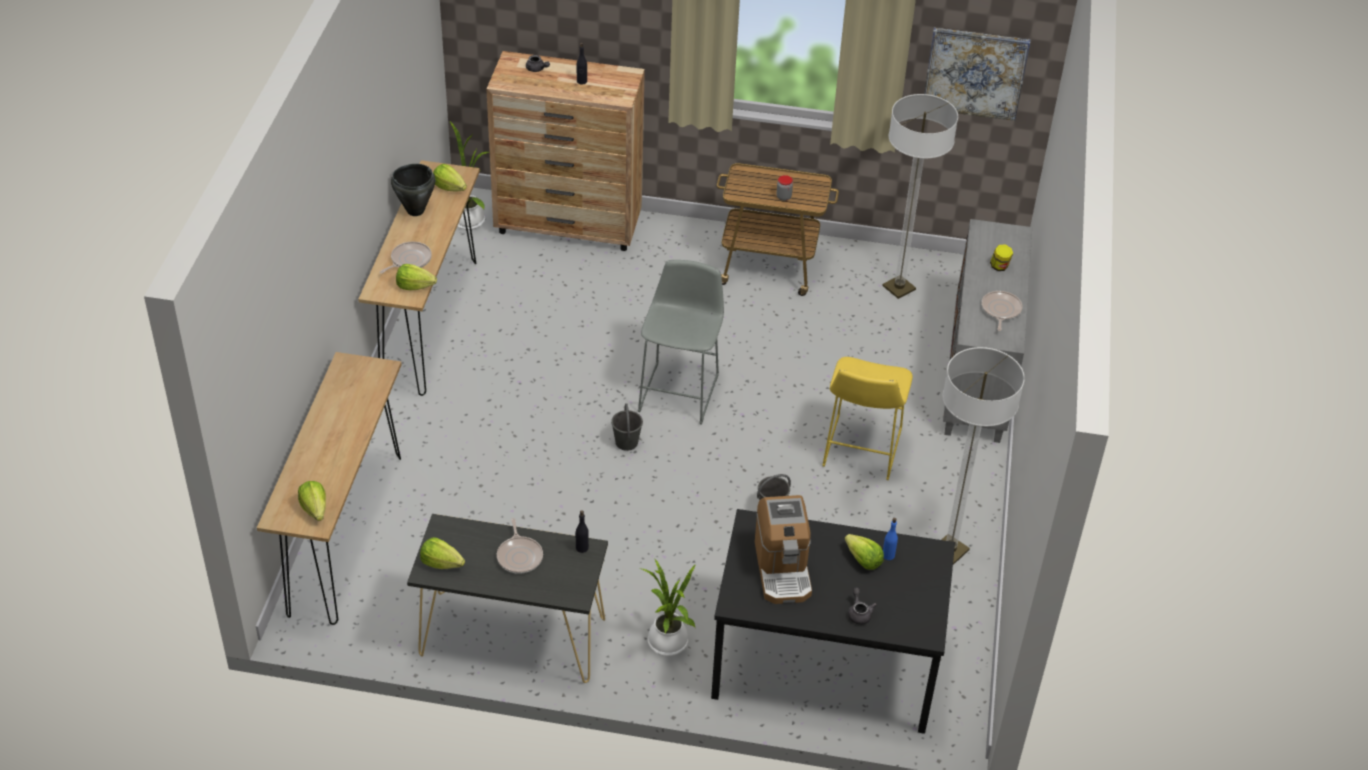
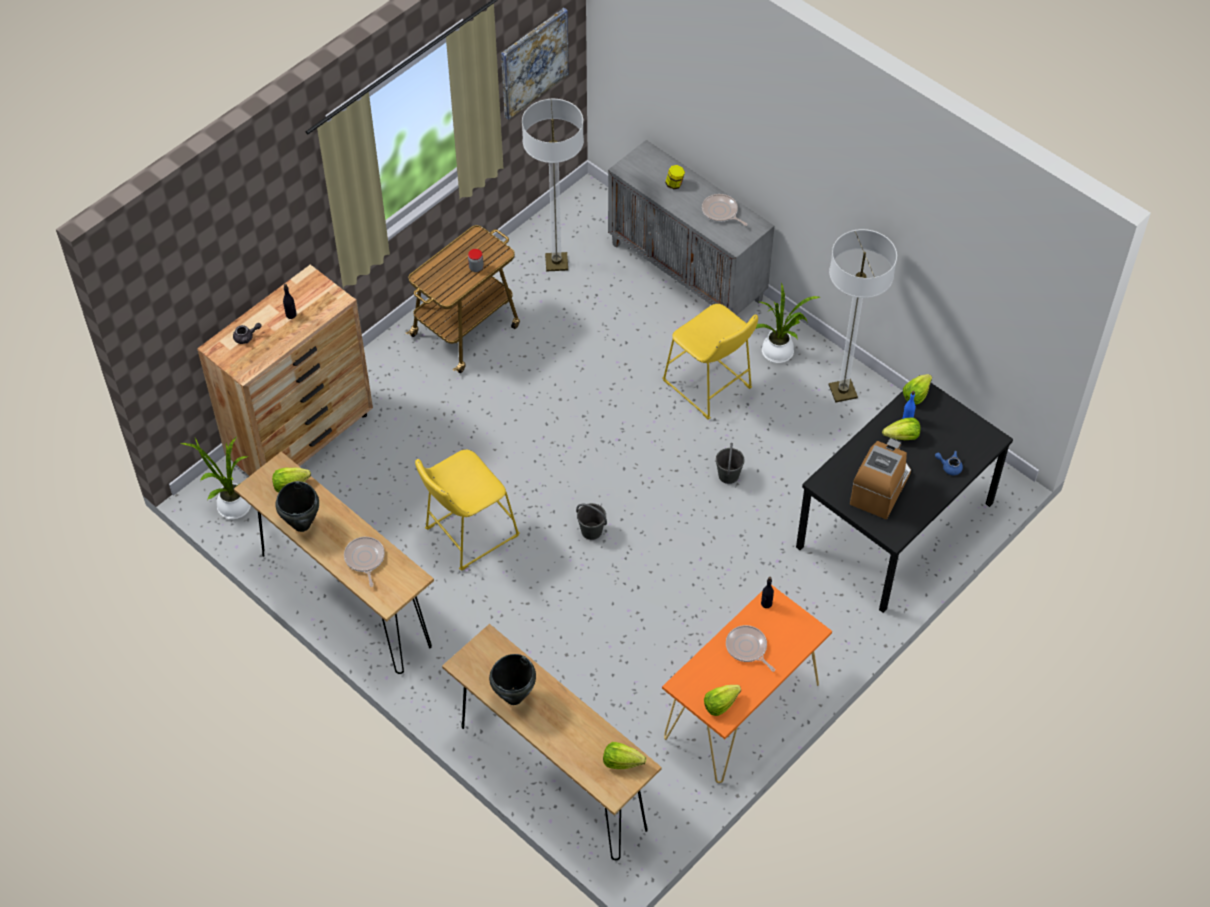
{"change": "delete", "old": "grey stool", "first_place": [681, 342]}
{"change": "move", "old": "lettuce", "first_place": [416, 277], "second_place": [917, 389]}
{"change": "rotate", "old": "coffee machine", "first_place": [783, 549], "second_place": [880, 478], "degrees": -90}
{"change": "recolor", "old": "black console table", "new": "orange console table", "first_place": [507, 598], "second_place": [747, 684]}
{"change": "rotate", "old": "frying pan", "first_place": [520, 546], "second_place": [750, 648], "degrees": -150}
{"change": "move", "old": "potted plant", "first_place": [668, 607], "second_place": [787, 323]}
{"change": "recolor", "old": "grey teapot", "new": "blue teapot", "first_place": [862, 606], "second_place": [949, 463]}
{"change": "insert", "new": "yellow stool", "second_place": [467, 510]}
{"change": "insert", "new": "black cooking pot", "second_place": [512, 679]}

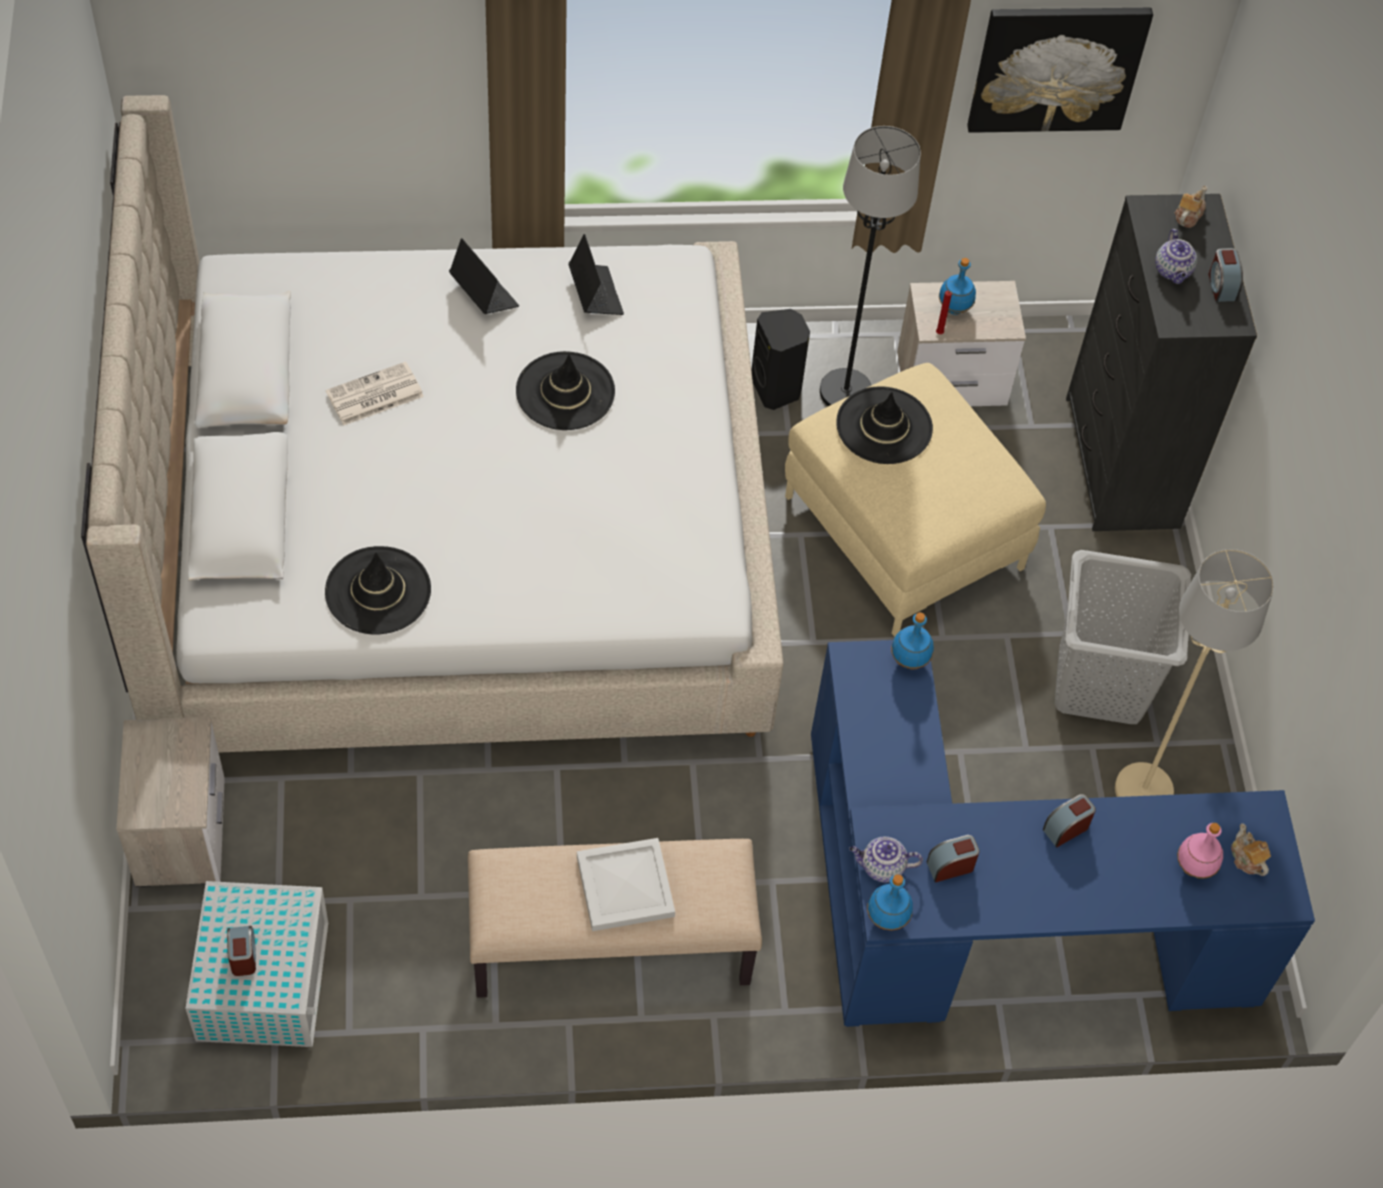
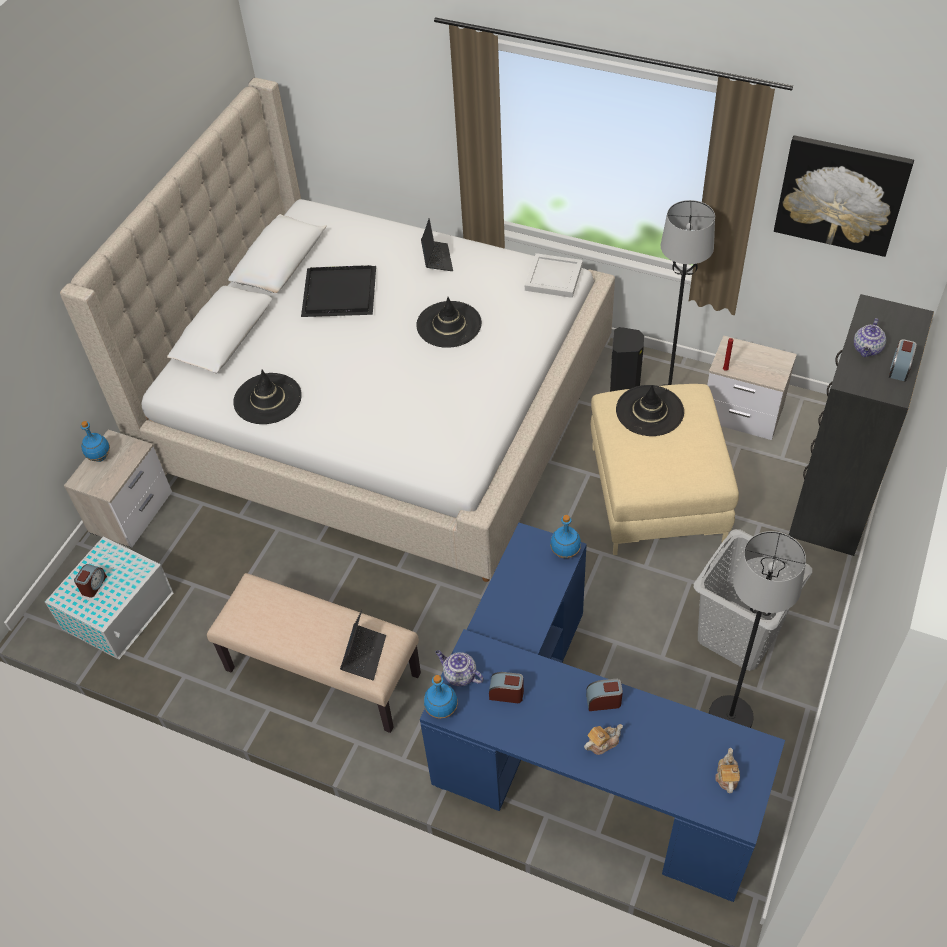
{"change": "move", "old": "teapot", "first_place": [1191, 207], "second_place": [603, 739]}
{"change": "move", "old": "laptop", "first_place": [596, 274], "second_place": [363, 645]}
{"change": "move", "old": "blue bottle", "first_place": [957, 286], "second_place": [95, 441]}
{"change": "replace", "old": "newspaper", "new": "black tray", "first_place": [375, 394], "second_place": [338, 291]}
{"change": "recolor", "old": "beige floor lamp", "new": "black floor lamp", "first_place": [1194, 673], "second_place": [757, 629]}
{"change": "delete", "old": "pink bottle", "first_place": [1200, 851]}
{"change": "move", "old": "white tray", "first_place": [626, 884], "second_place": [554, 275]}

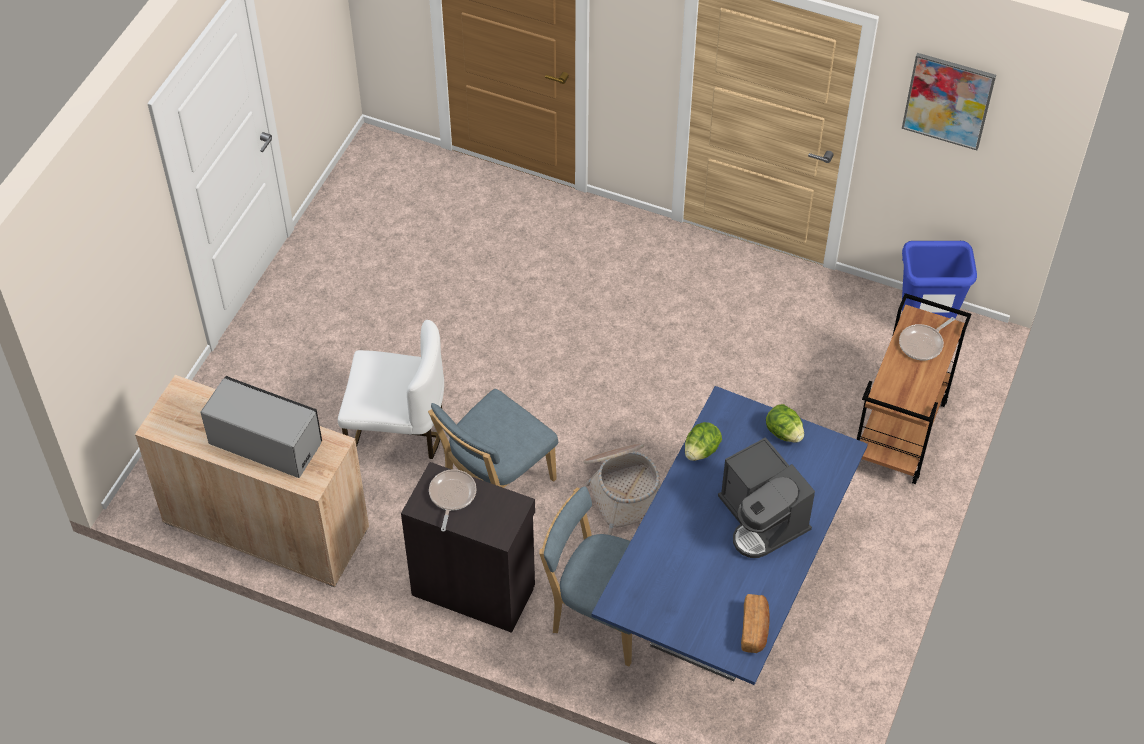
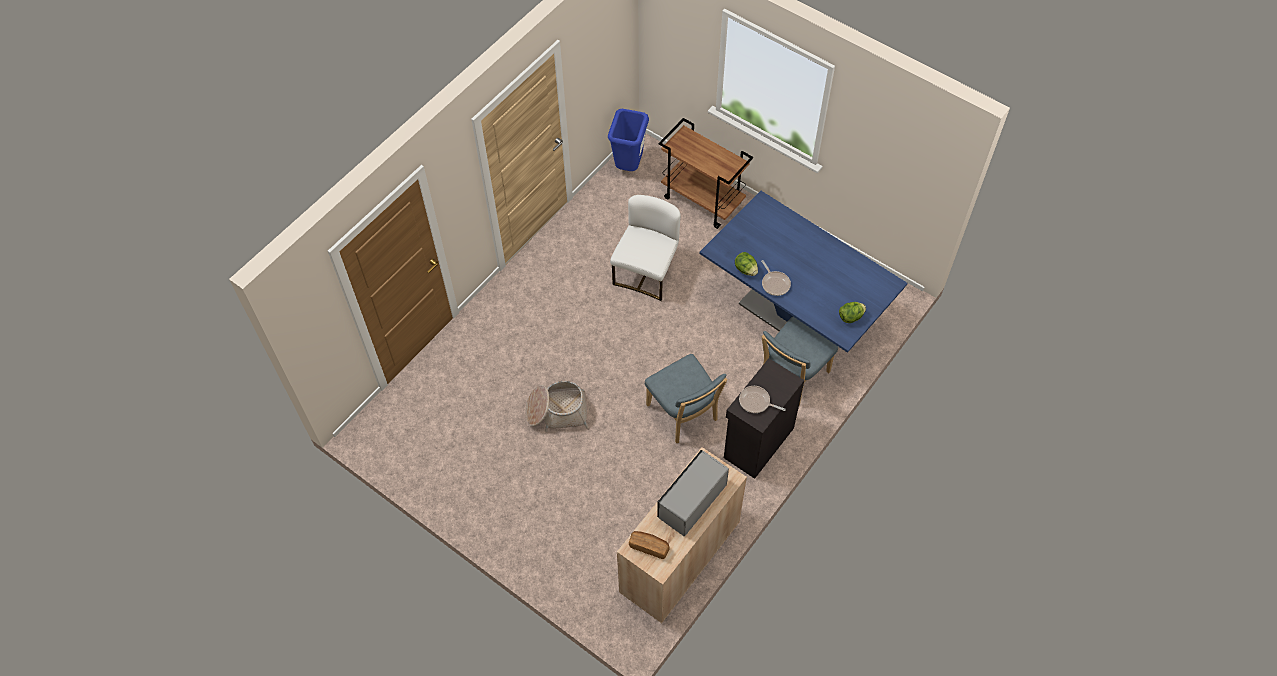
{"change": "delete", "old": "picture", "first_place": [949, 101]}
{"change": "move", "old": "frying pan", "first_place": [927, 339], "second_place": [776, 278]}
{"change": "move", "old": "white chair", "first_place": [391, 389], "second_place": [645, 248]}
{"change": "move", "old": "lettuce", "first_place": [785, 423], "second_place": [852, 312]}
{"change": "delete", "old": "coffee machine", "first_place": [766, 497]}
{"change": "move", "old": "basket", "first_place": [622, 489], "second_place": [557, 406]}
{"change": "move", "old": "bread", "first_place": [755, 623], "second_place": [649, 545]}

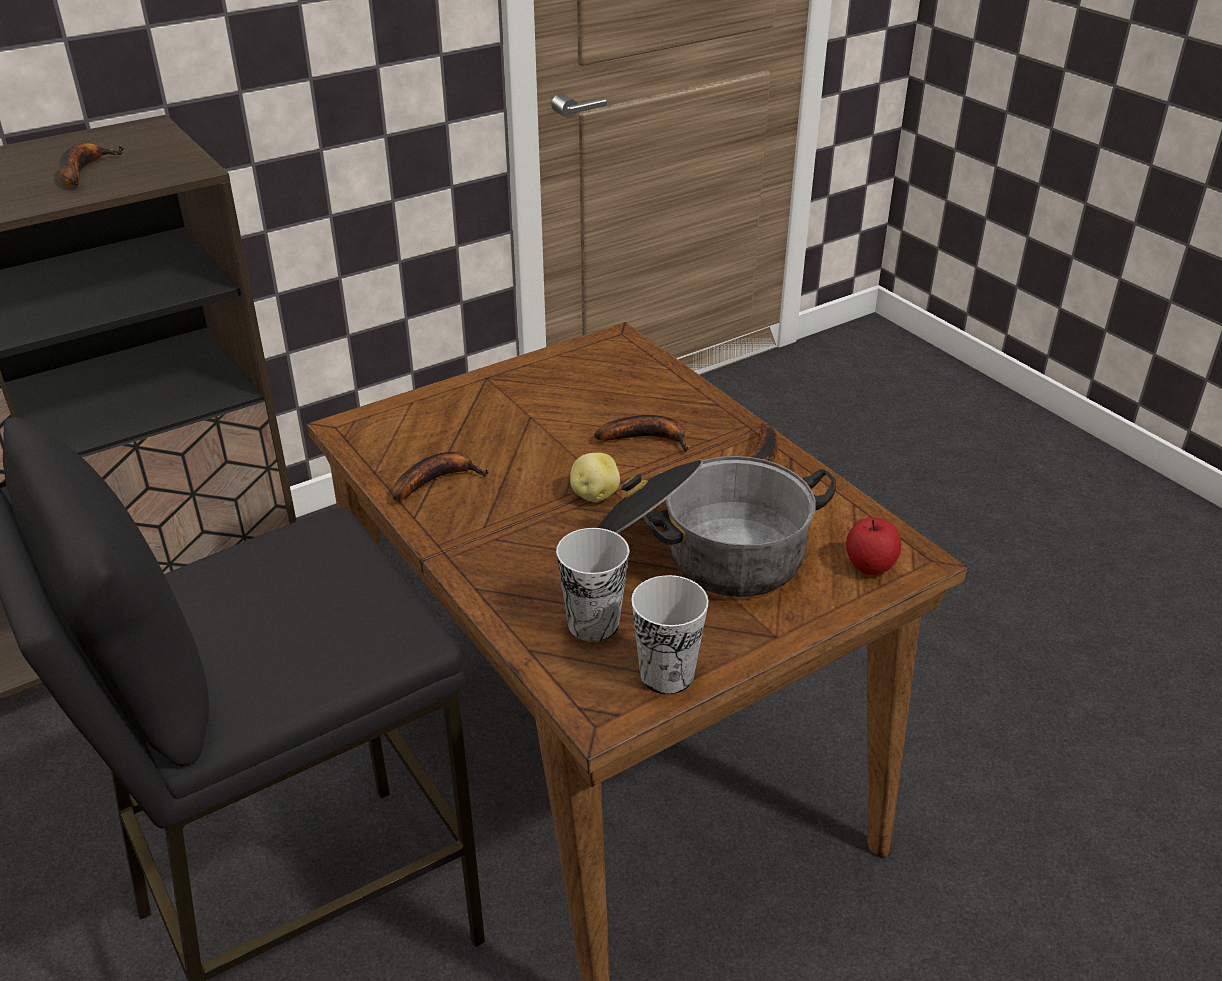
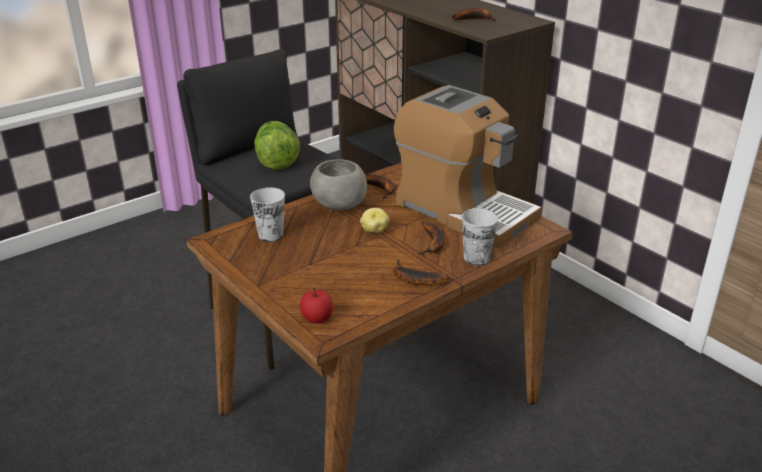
{"change": "delete", "old": "cooking pot", "first_place": [717, 526]}
{"change": "move", "old": "cup", "first_place": [670, 635], "second_place": [480, 237]}
{"change": "insert", "new": "coffee machine", "second_place": [467, 166]}
{"change": "insert", "new": "lettuce", "second_place": [277, 145]}
{"change": "insert", "new": "grey bowl", "second_place": [338, 184]}

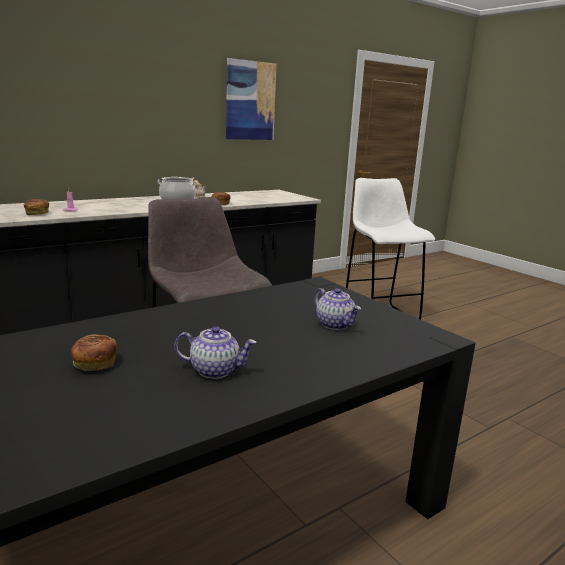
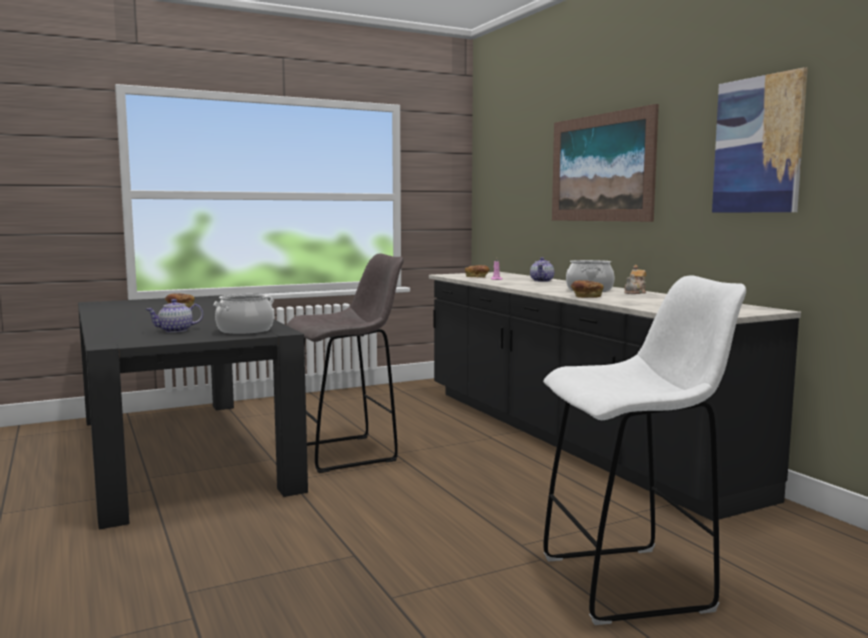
{"change": "move", "old": "teapot", "first_place": [215, 352], "second_place": [542, 269]}
{"change": "insert", "new": "picture", "second_place": [605, 163]}
{"change": "insert", "new": "cooking pot", "second_place": [244, 314]}

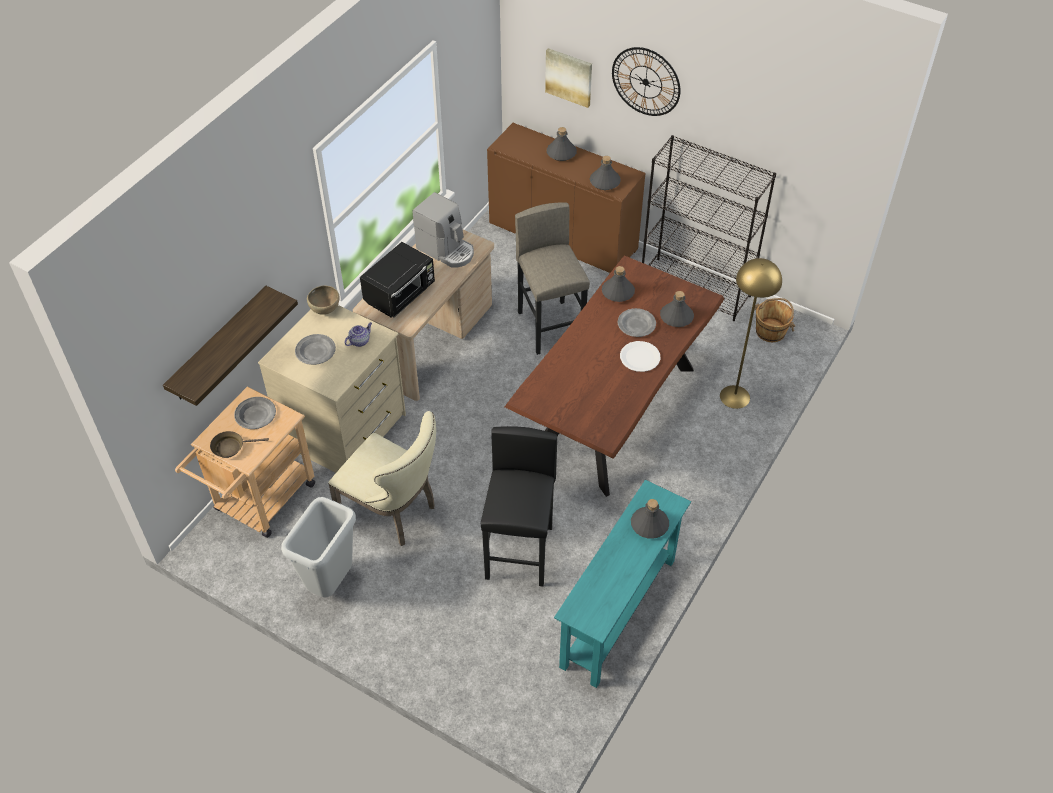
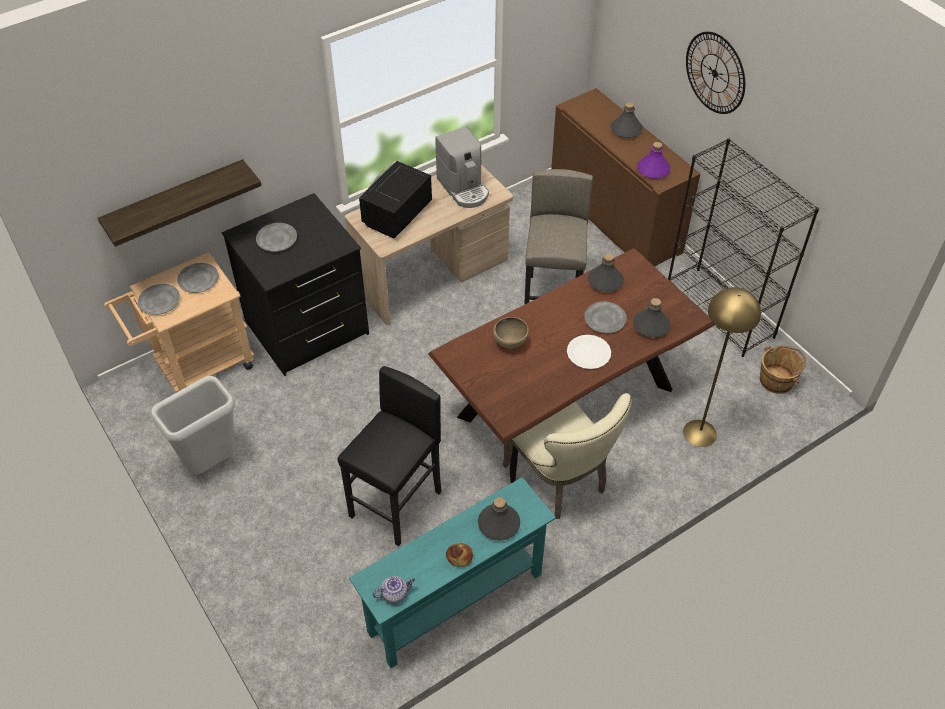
{"change": "delete", "old": "picture", "first_place": [568, 78]}
{"change": "recolor", "old": "grey bottle", "new": "purple bottle", "first_place": [605, 173], "second_place": [653, 160]}
{"change": "rotate", "old": "black microwave", "first_place": [397, 280], "second_place": [395, 199], "degrees": 150}
{"change": "move", "old": "brown bowl", "first_place": [323, 300], "second_place": [511, 333]}
{"change": "recolor", "old": "beige dresser", "new": "black dresser", "first_place": [332, 389], "second_place": [295, 284]}
{"change": "move", "old": "teapot", "first_place": [358, 334], "second_place": [394, 590]}
{"change": "move", "old": "beige chair", "first_place": [382, 478], "second_place": [567, 456]}
{"change": "replace", "old": "brown frying pan", "new": "grey plate", "first_place": [239, 444], "second_place": [159, 299]}
{"change": "insert", "new": "bread", "second_place": [459, 555]}

